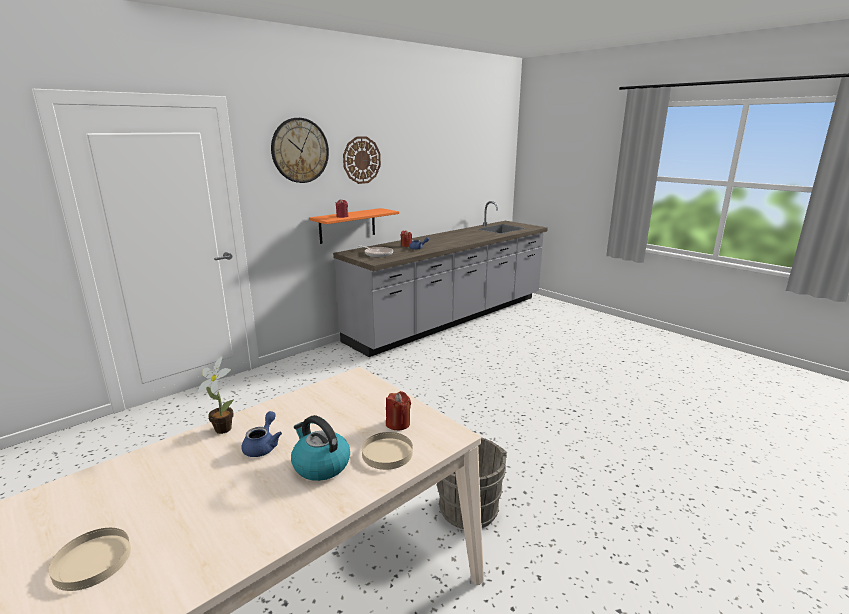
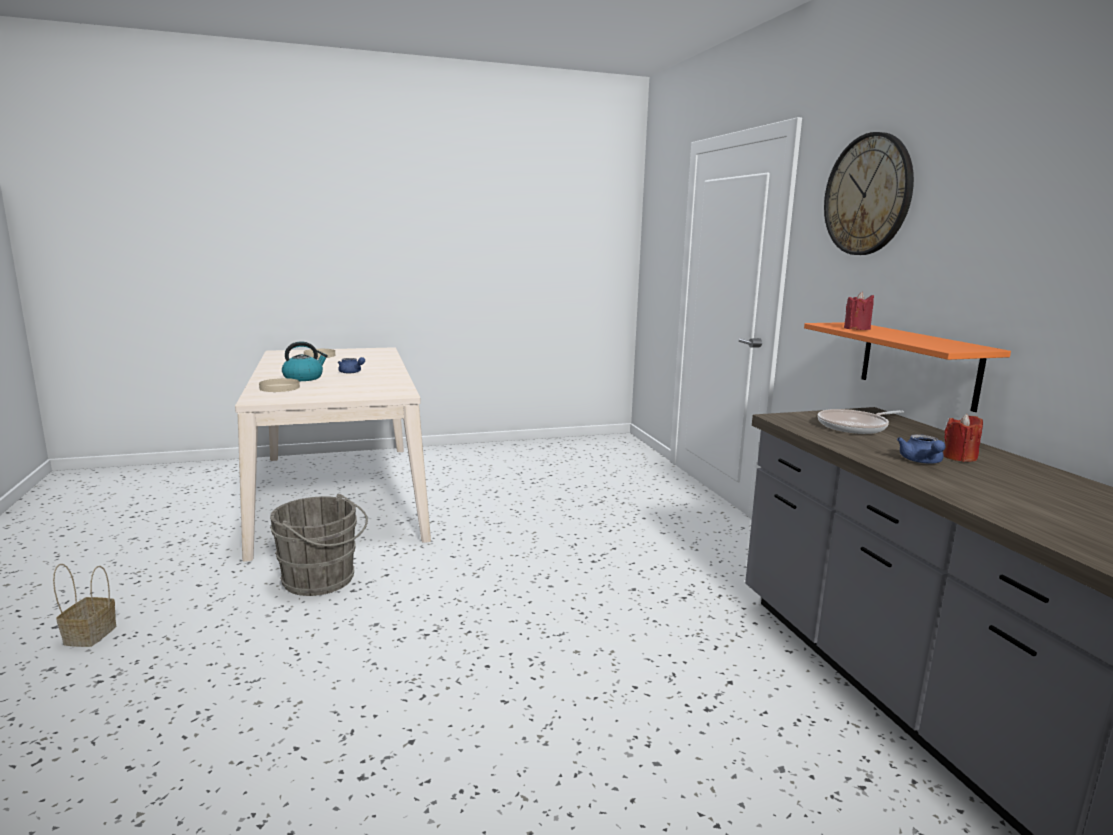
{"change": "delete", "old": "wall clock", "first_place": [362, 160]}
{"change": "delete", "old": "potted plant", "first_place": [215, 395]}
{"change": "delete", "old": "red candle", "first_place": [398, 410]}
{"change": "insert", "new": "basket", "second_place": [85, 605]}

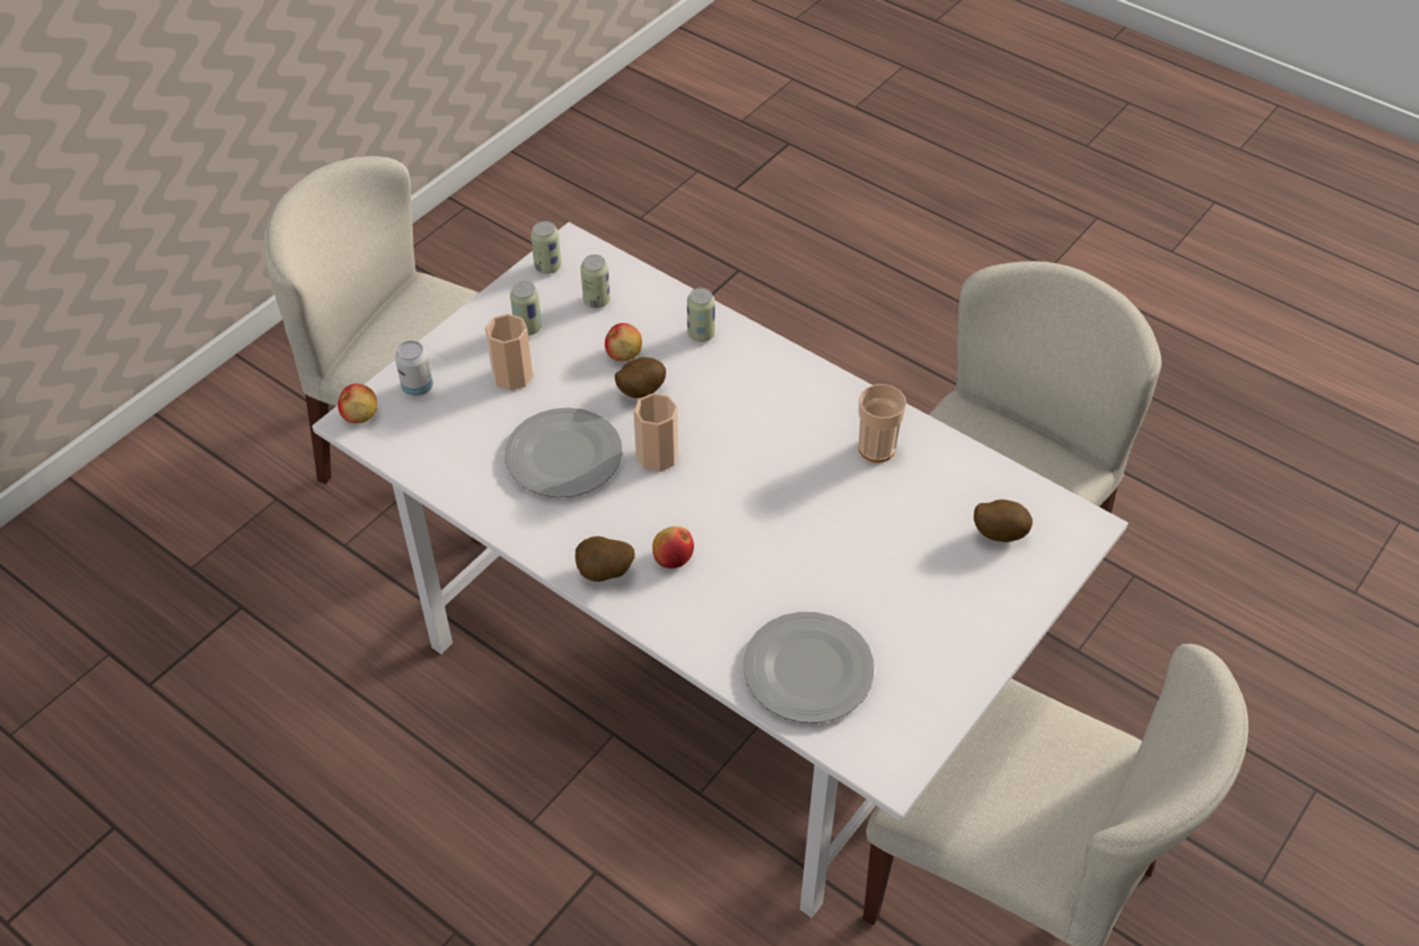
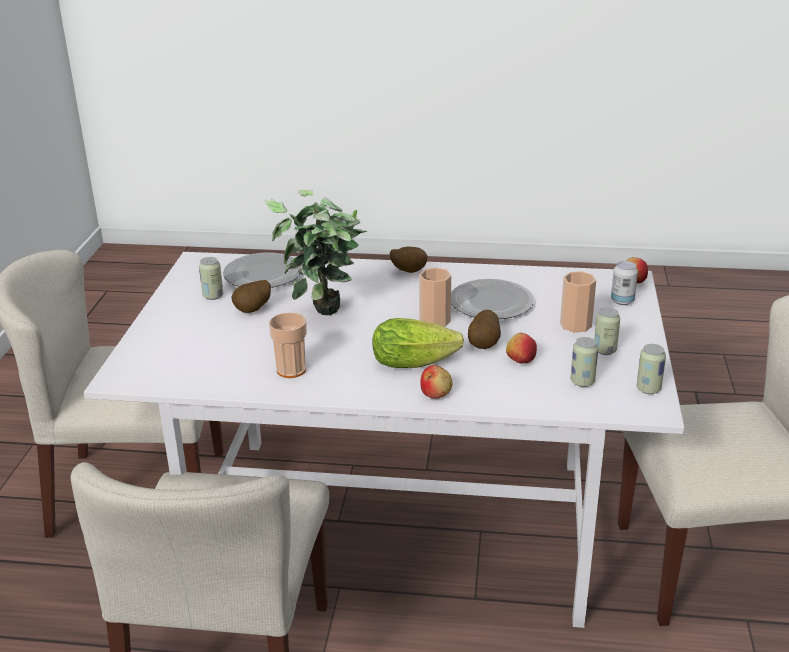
{"change": "move", "old": "can", "first_place": [701, 315], "second_place": [211, 278]}
{"change": "move", "old": "potato", "first_place": [1003, 520], "second_place": [251, 296]}
{"change": "move", "old": "apple", "first_place": [673, 547], "second_place": [436, 382]}
{"change": "insert", "new": "potted plant", "second_place": [315, 252]}
{"change": "insert", "new": "lettuce", "second_place": [418, 343]}

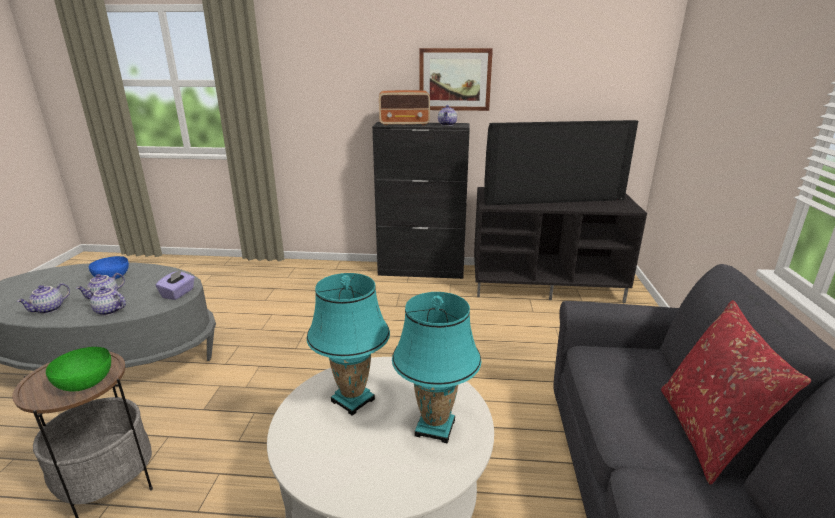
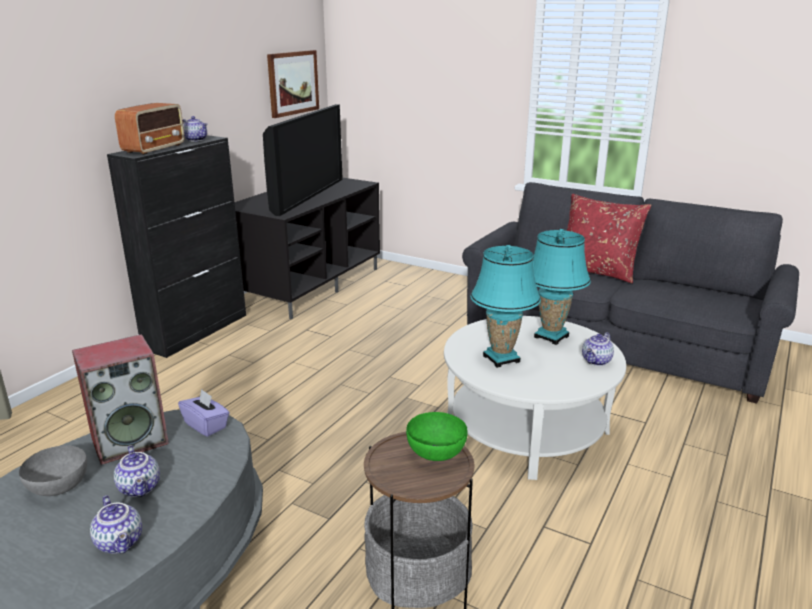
{"change": "move", "old": "picture", "first_place": [456, 79], "second_place": [293, 84]}
{"change": "recolor", "old": "blue bowl", "new": "grey bowl", "first_place": [109, 267], "second_place": [53, 470]}
{"change": "move", "old": "teapot", "first_place": [105, 301], "second_place": [598, 349]}
{"change": "insert", "new": "speaker", "second_place": [120, 399]}

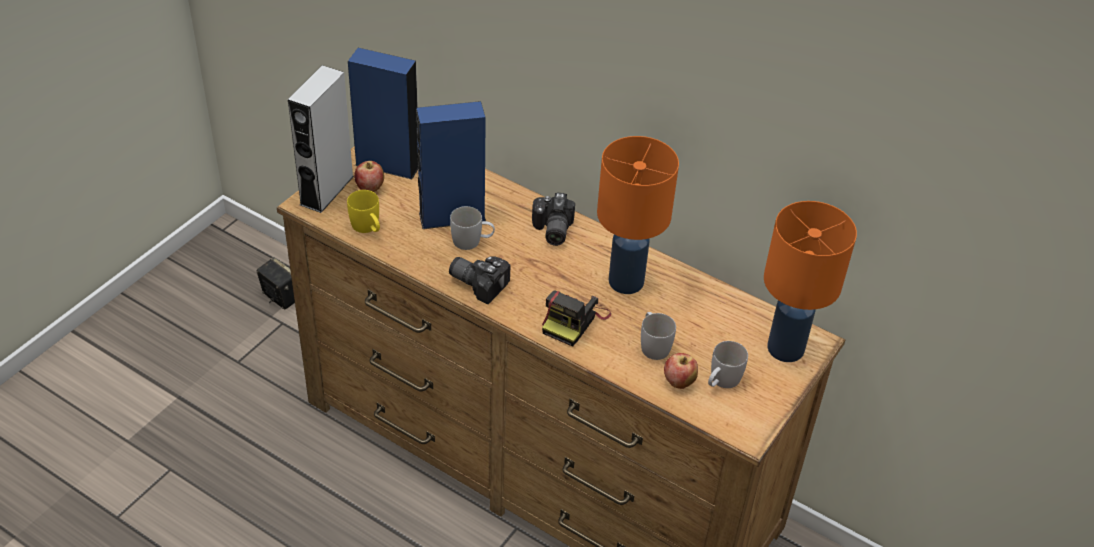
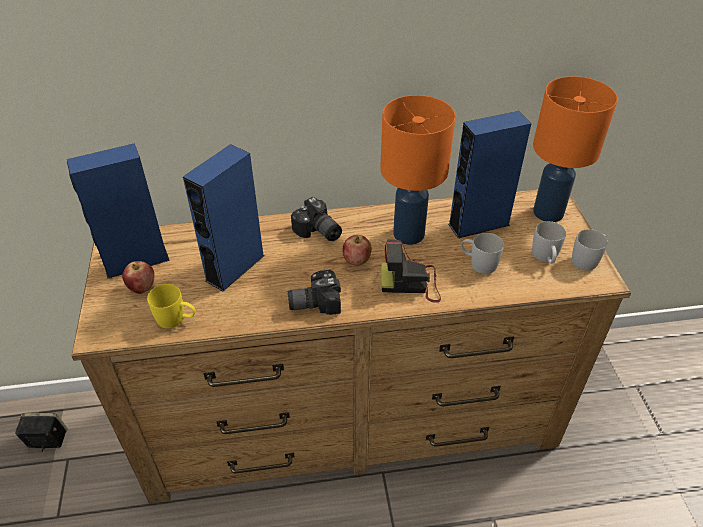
{"change": "delete", "old": "grey speaker", "first_place": [321, 139]}
{"change": "move", "old": "white mug", "first_place": [472, 228], "second_place": [590, 249]}
{"change": "rotate", "old": "photo camera", "first_place": [576, 318], "second_place": [411, 271], "degrees": 105}
{"change": "move", "old": "apple", "first_place": [681, 371], "second_place": [357, 250]}
{"change": "insert", "new": "blue speaker", "second_place": [489, 174]}

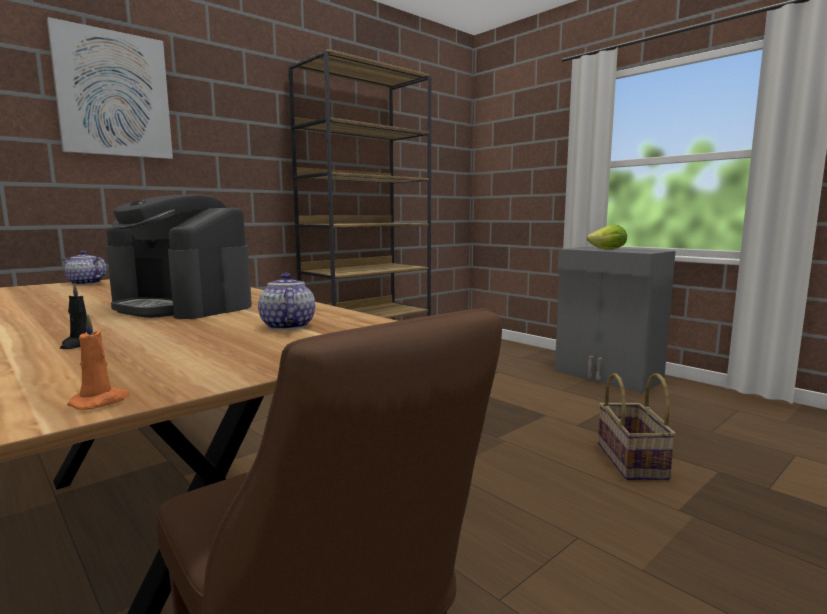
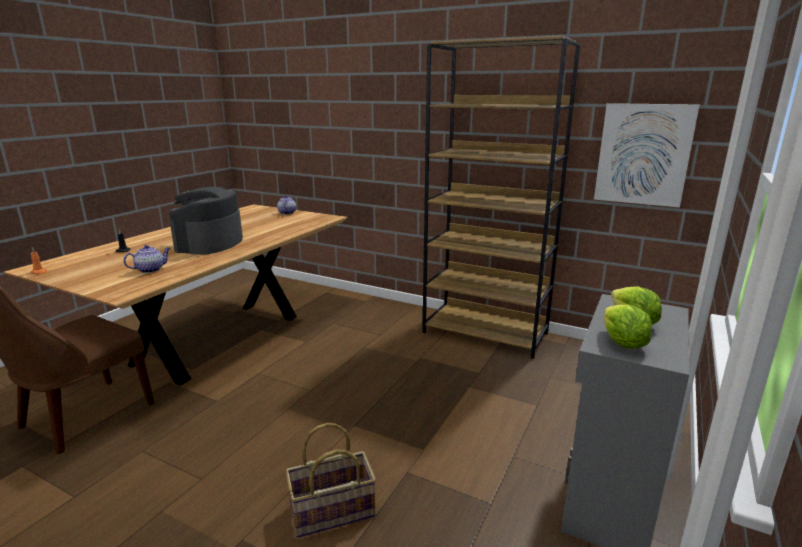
{"change": "move", "old": "picture", "first_place": [110, 88], "second_place": [647, 155]}
{"change": "insert", "new": "lettuce", "second_place": [628, 327]}

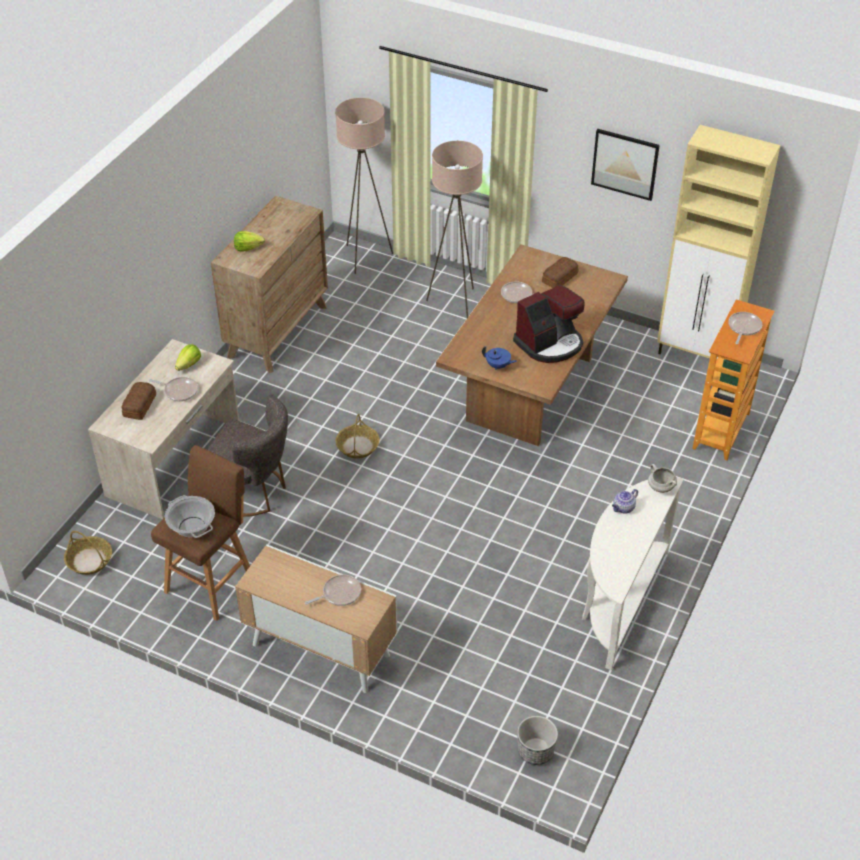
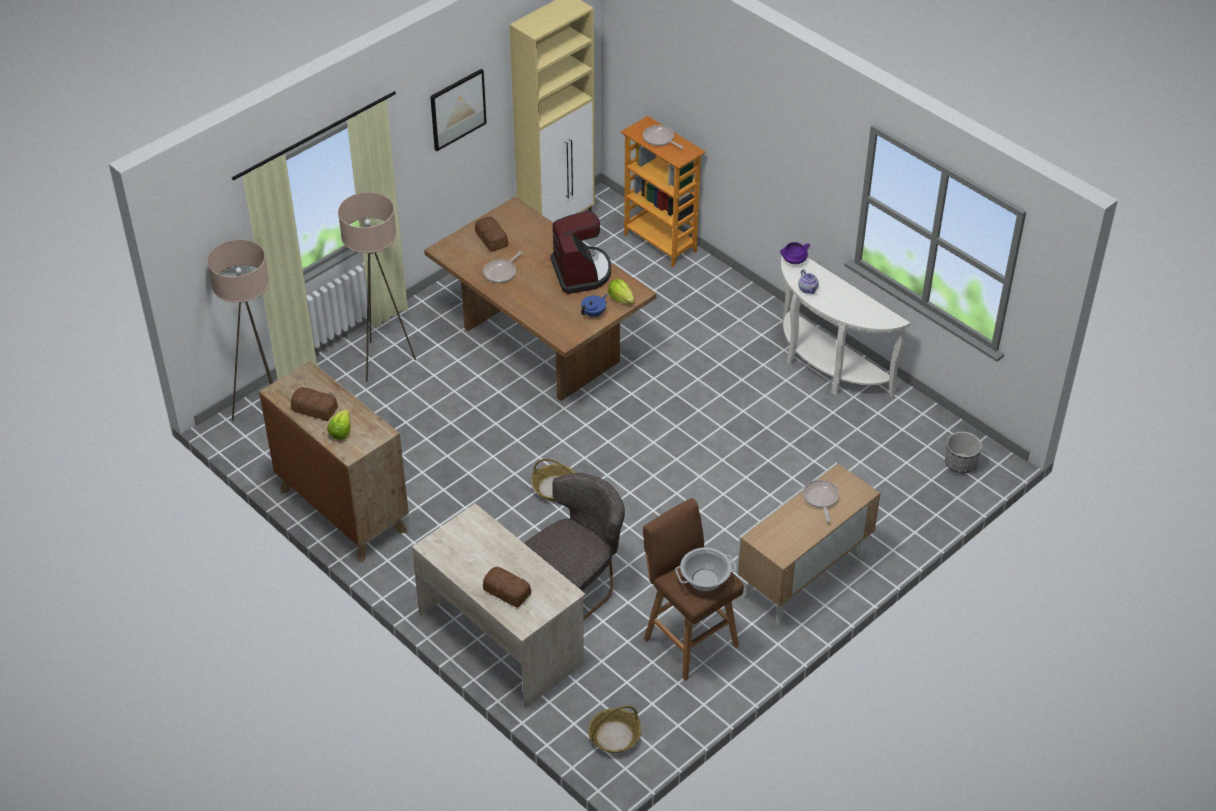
{"change": "move", "old": "lettuce", "first_place": [188, 357], "second_place": [621, 291]}
{"change": "delete", "old": "frying pan", "first_place": [173, 389]}
{"change": "recolor", "old": "white cooking pot", "new": "purple cooking pot", "first_place": [662, 478], "second_place": [795, 253]}
{"change": "insert", "new": "bread", "second_place": [314, 404]}

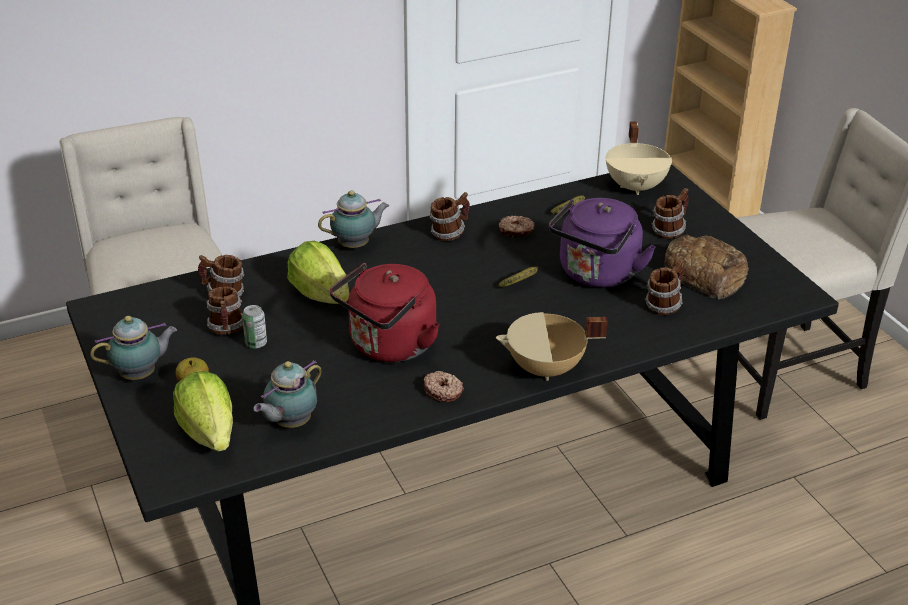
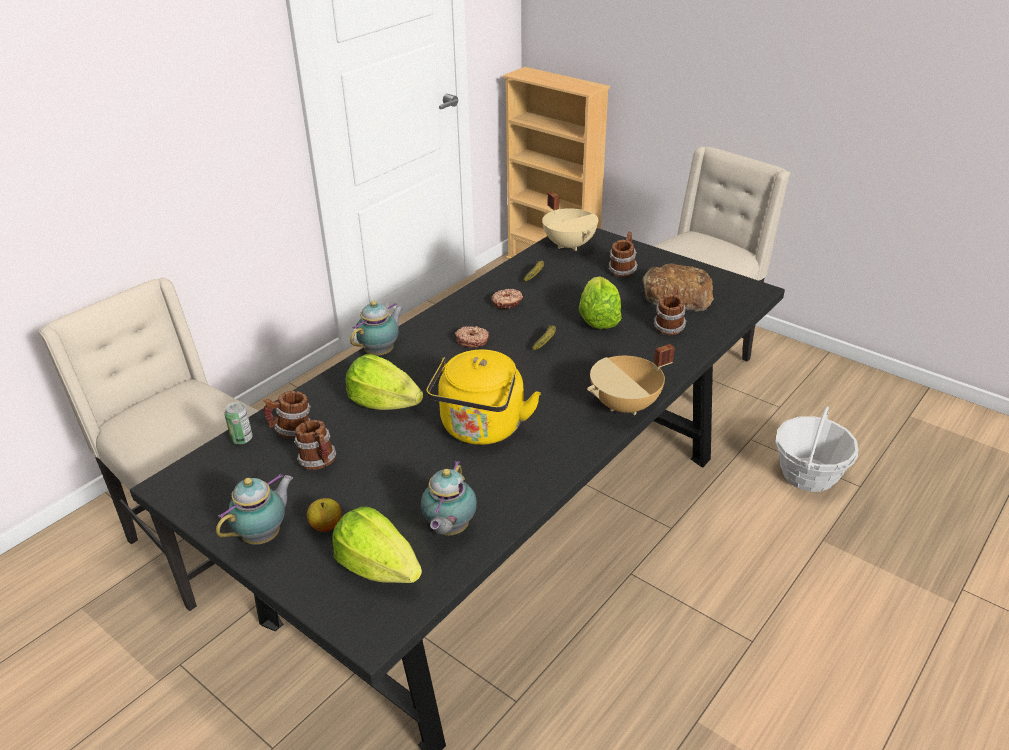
{"change": "delete", "old": "mug", "first_place": [450, 216]}
{"change": "replace", "old": "purple kettle", "new": "lettuce", "first_place": [602, 242], "second_place": [600, 302]}
{"change": "recolor", "old": "red kettle", "new": "yellow kettle", "first_place": [385, 312], "second_place": [483, 397]}
{"change": "move", "old": "can", "first_place": [254, 327], "second_place": [238, 423]}
{"change": "move", "old": "donut", "first_place": [444, 386], "second_place": [472, 336]}
{"change": "insert", "new": "basket", "second_place": [817, 449]}

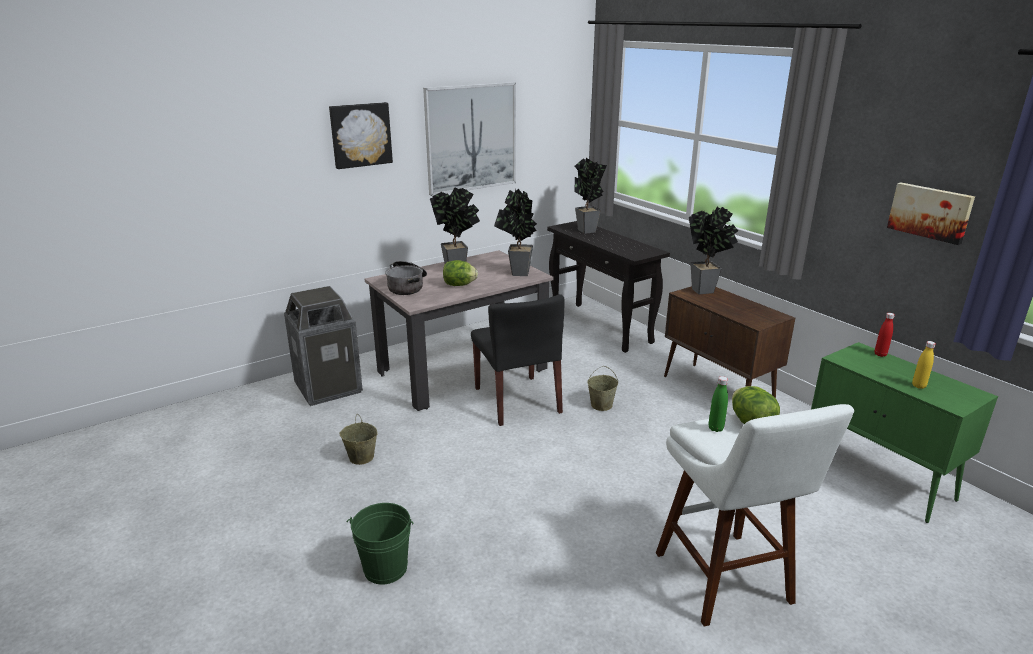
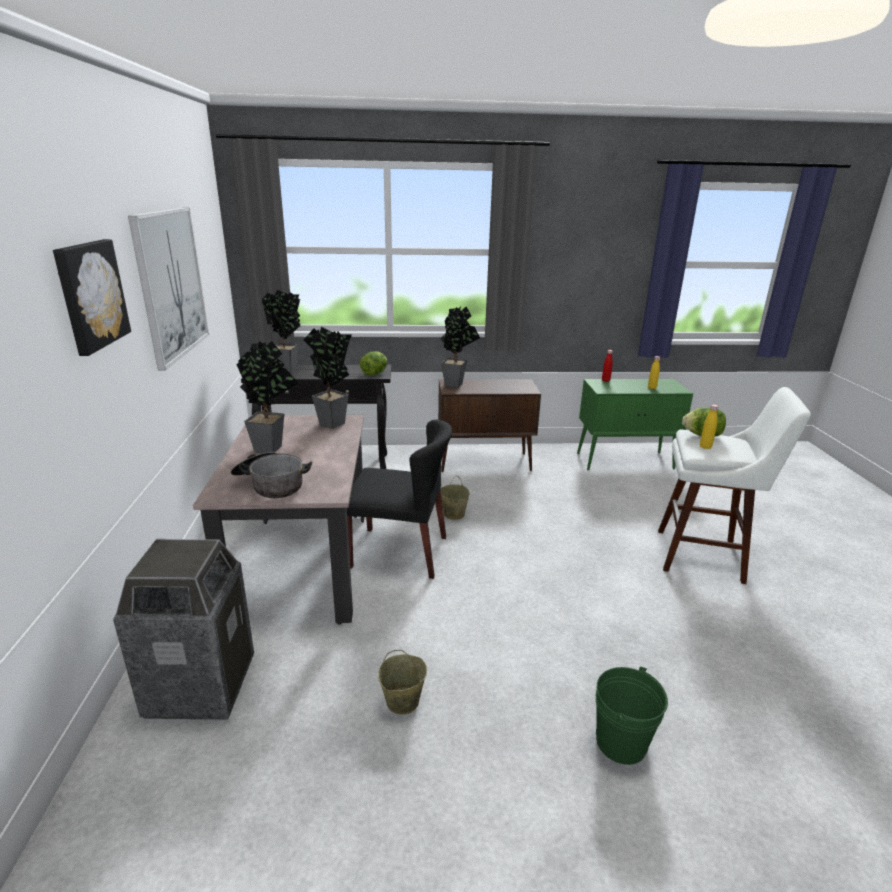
{"change": "delete", "old": "picture", "first_place": [931, 213]}
{"change": "move", "old": "lettuce", "first_place": [460, 273], "second_place": [373, 363]}
{"change": "recolor", "old": "green bottle", "new": "yellow bottle", "first_place": [718, 404], "second_place": [709, 426]}

